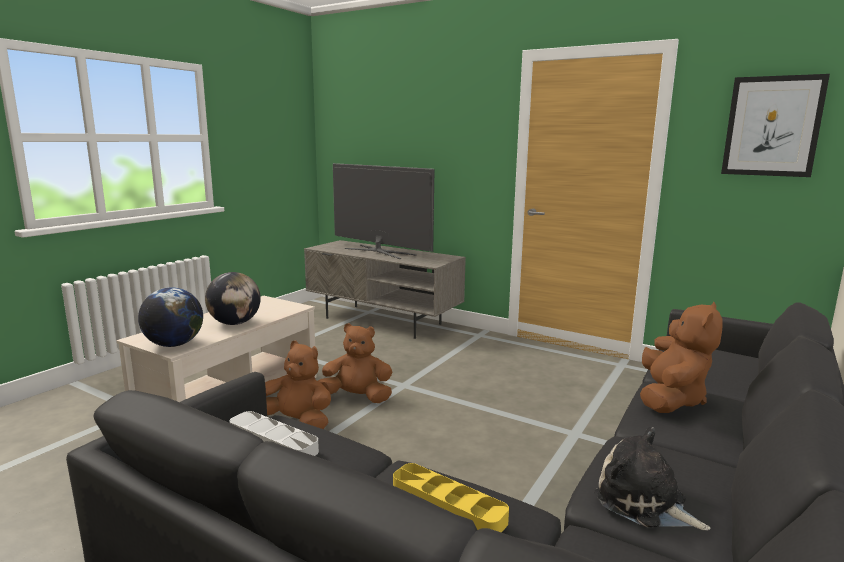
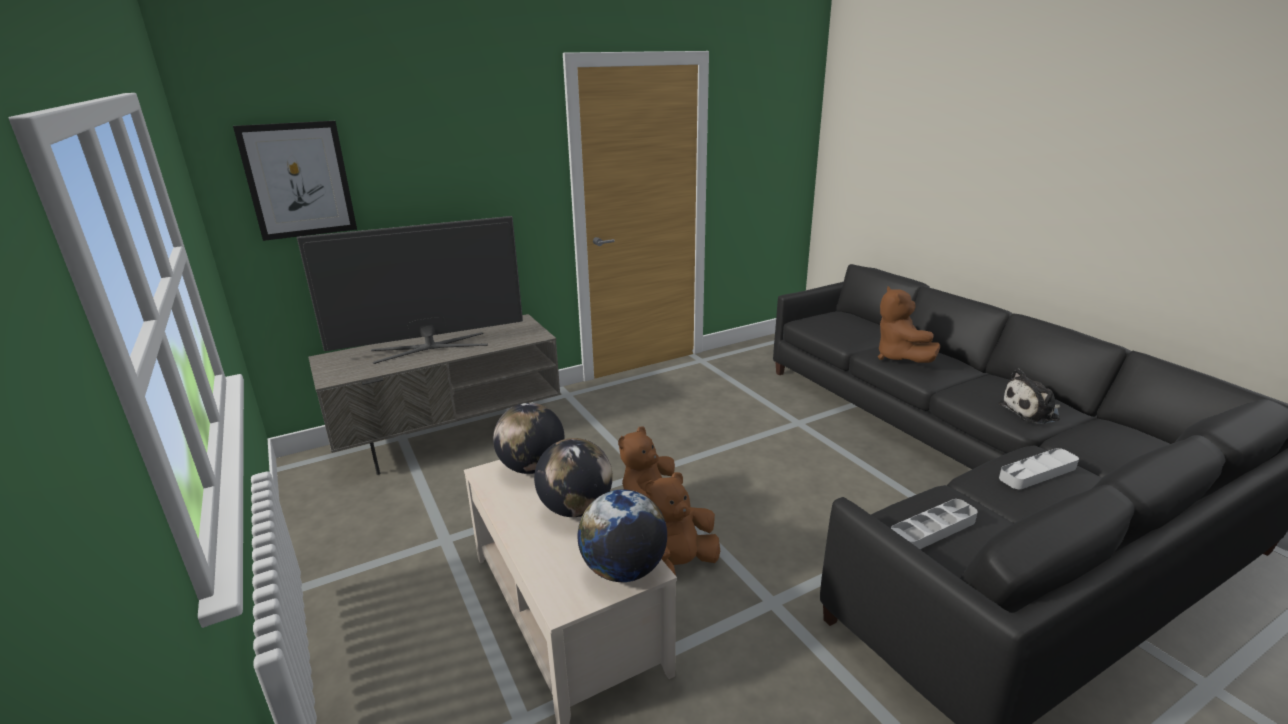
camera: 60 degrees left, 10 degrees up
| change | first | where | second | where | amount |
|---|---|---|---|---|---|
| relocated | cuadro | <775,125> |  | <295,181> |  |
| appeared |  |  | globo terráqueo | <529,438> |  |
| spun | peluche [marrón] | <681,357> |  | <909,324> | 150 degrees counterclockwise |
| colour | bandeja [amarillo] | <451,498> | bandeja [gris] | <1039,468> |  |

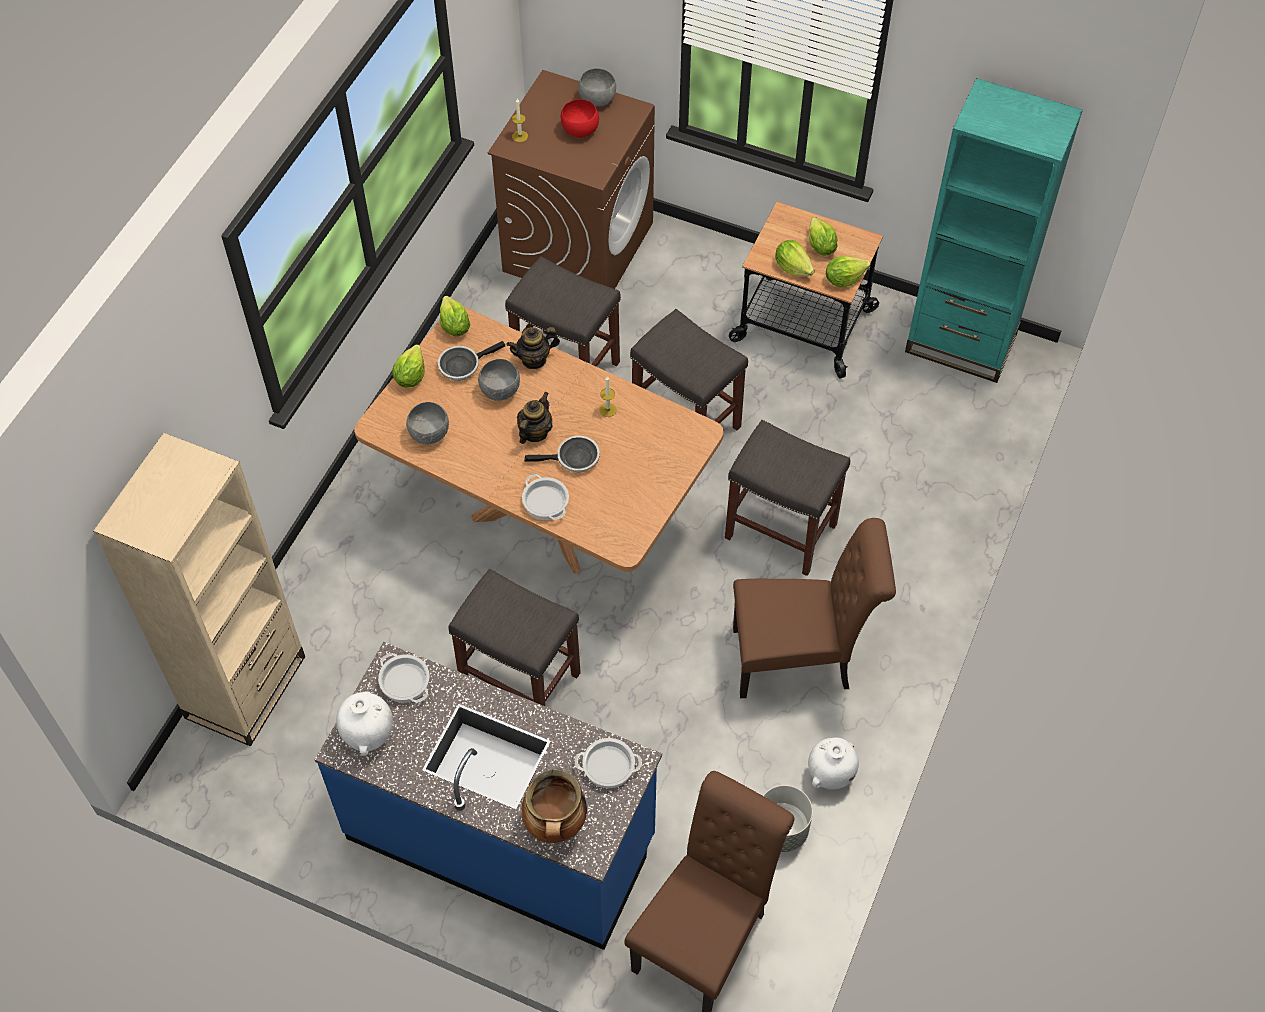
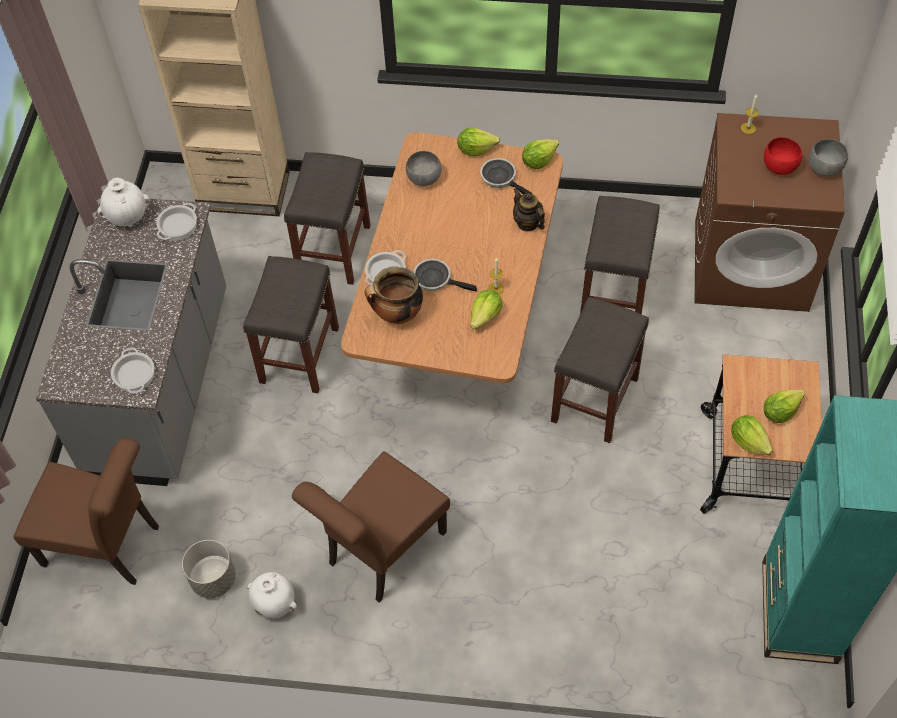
camera: 75 degrees right, 0 degrees up
| change | first | where | second | where | amount |
|---|---|---|---|---|---|
| colour | mueble bajo de cocina [azul] | <488,796> | mueble bajo de cocina [gris] | <131,342> |  |
| relocated | taburete [gris] | <787,498> |  | <327,218> |  |
| spun | silla [marrón] | <814,608> |  | <371,527> | 60 degrees clockwise |
| relocated | olla | <554,806> |  | <393,295> |  |
| spun | sartén | <562,454> |  | <445,275> | 135 degrees clockwise |
| relocated | lechuga | <795,258> |  | <487,309> |  |
| missing | cuenco [gris] | <499,380> |  |  |  |
| missing | tetera | <535,418> |  |  |  |

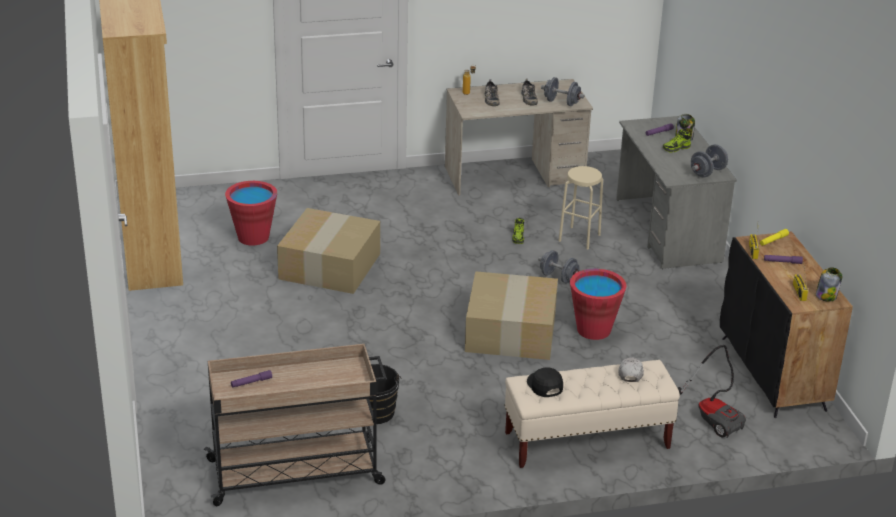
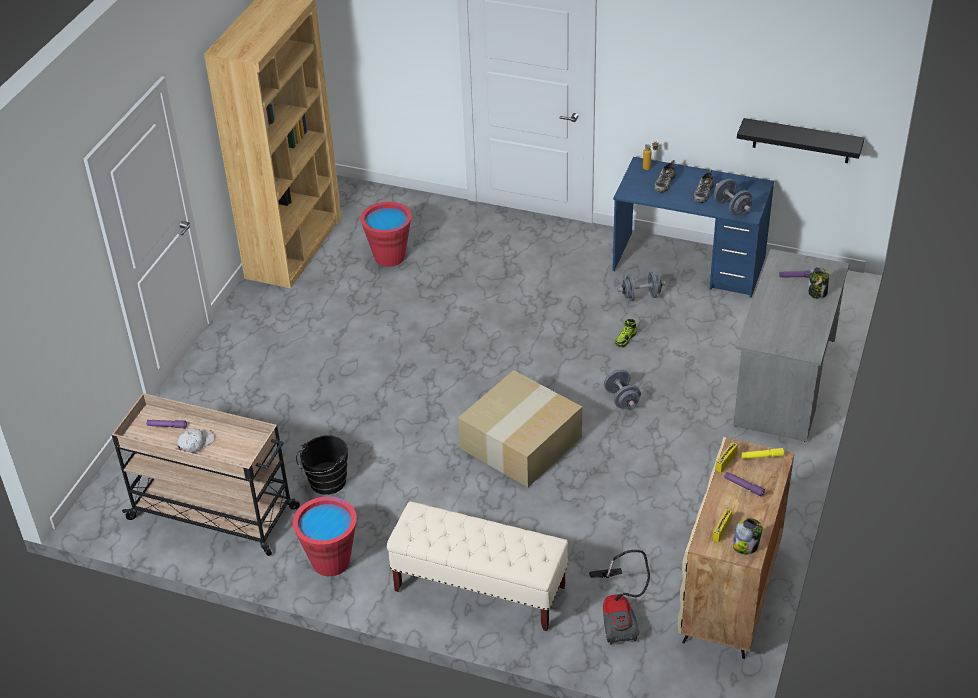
camera: 35 degrees right, 10 degrees up
| change | first | where | second | where | amount |
|---|---|---|---|---|---|
| relocated | gorra [blanco] | <631,369> |  | <196,440> |  |
| relocated | cubo [rojo] | <598,304> |  | <325,536> |  |
| colour | escritorio [beis] | <519,137> | escritorio [azul] | <693,227> |  |
| relocated | mancuerna [gris] | <709,161> |  | <641,286> |  |
| colour | armario [negro] | <786,324> | armario [beis] | <736,548> |  |
| appeared |  |  | estante [negro] | <800,140> |  |
| missing | caja de cartón | <328,251> |  |  |  |
| missing | gorra [negro] | <545,382> |  |  |  |
| missing | taburete [beis] | <580,207> |  |  |  |
| missing | zapato | <677,141> |  |  |  |

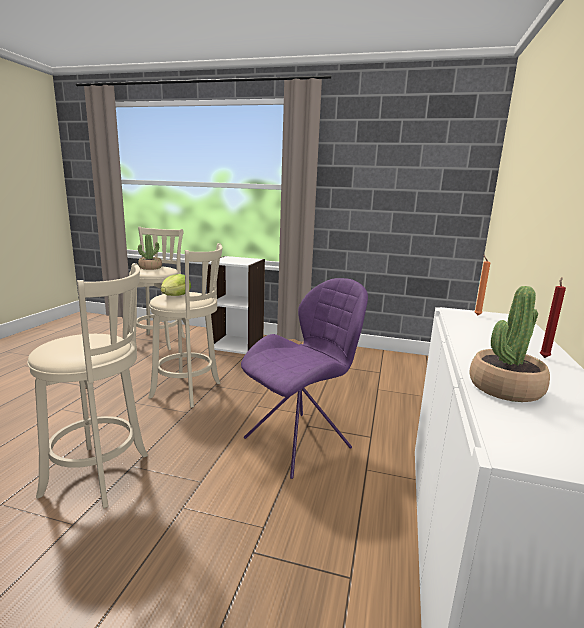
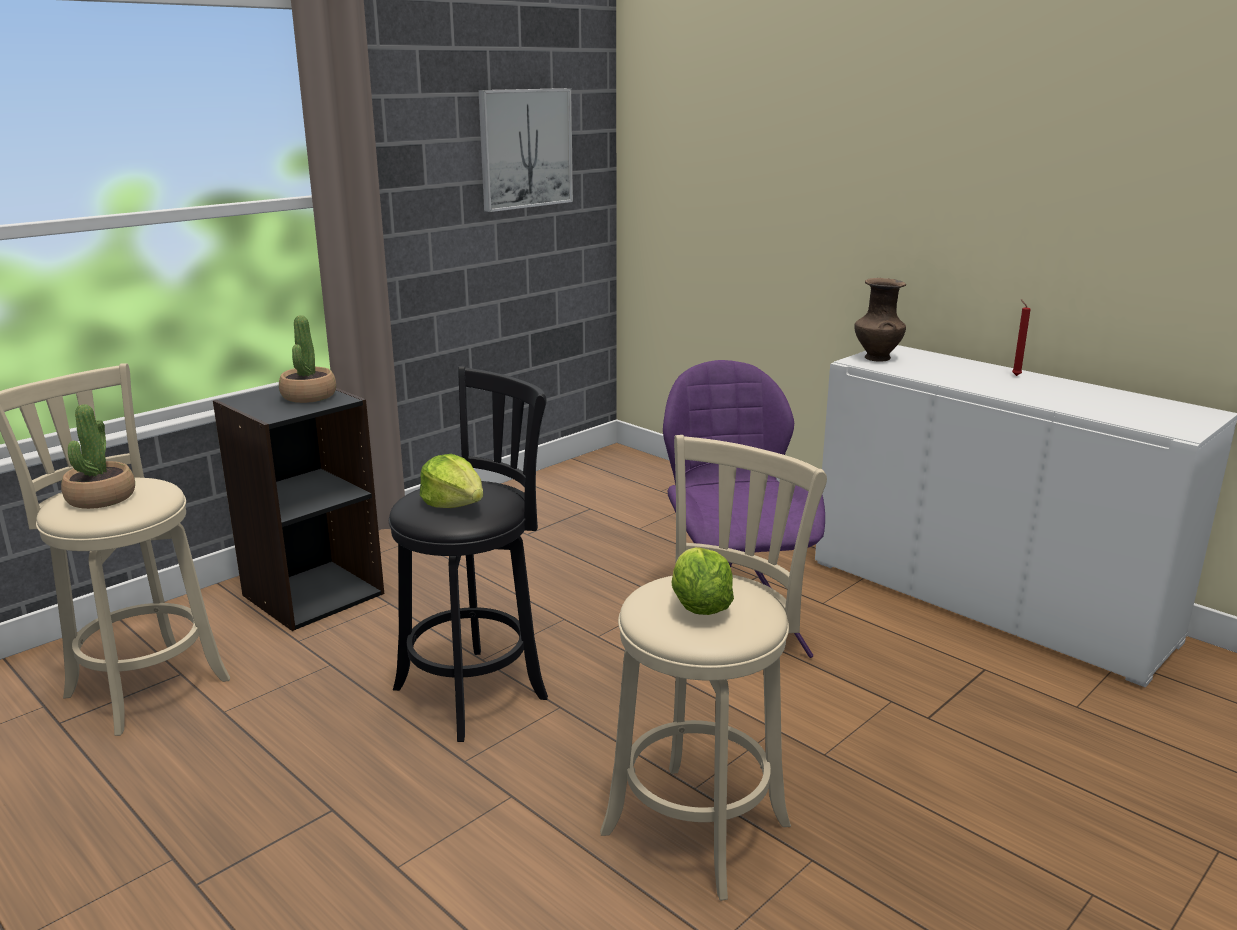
camera: 60 degrees left, 5 degrees up
| change | first | where | second | where | amount |
|---|---|---|---|---|---|
| colour | estantería [blanco] | <236,305> | estantería [negro] | <298,508> |  |
| relocated | planta en maceta | <510,344> |  | <307,359> |  |
| colour | taburete [beis] | <185,325> | taburete [negro] | <468,554> |  |
| appeared |  |  | cuadro | <525,150> |  |
| appeared |  |  | lechuga | <703,581> |  |
| exchanged | vela [naranja] | <483,285> | florero [marrón] | <880,320> |  |

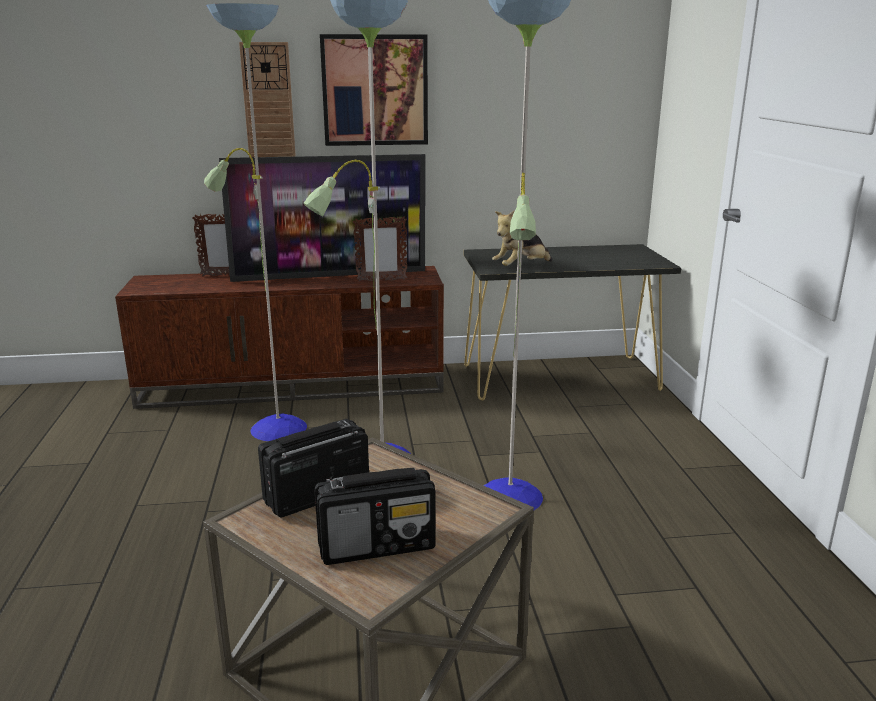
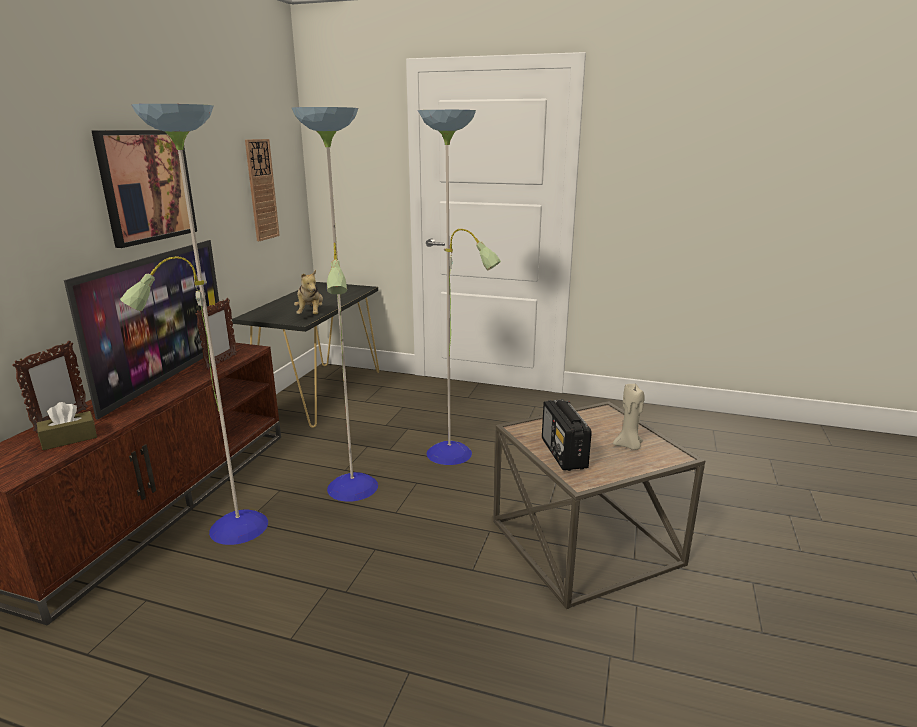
camera: 65 degrees left, 0 degrees up
| change | first | where | second | where | amount |
|---|---|---|---|---|---|
| appeared |  |  | caja de pañuelos [marrón] | <67,426> |  |
| relocated | reloj de pared | <267,99> |  | <262,190> |  |
| exchanged | radio | <375,516> | vela [beis] | <629,417> |  |

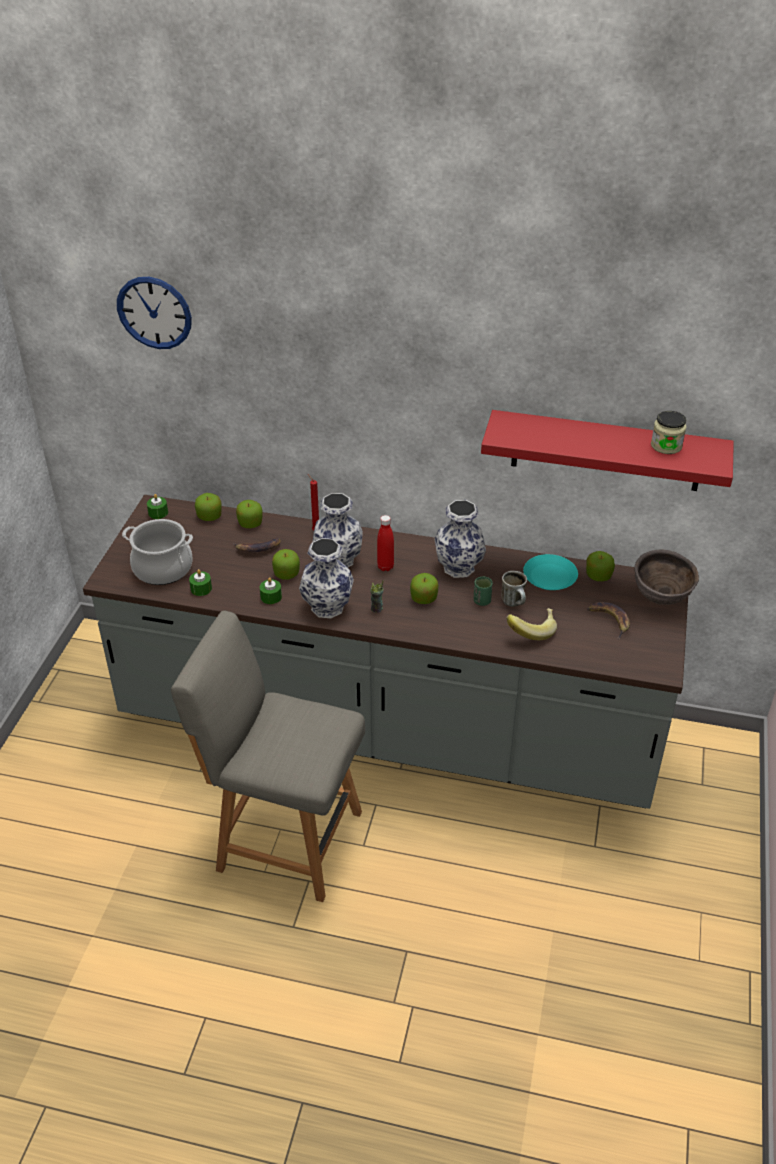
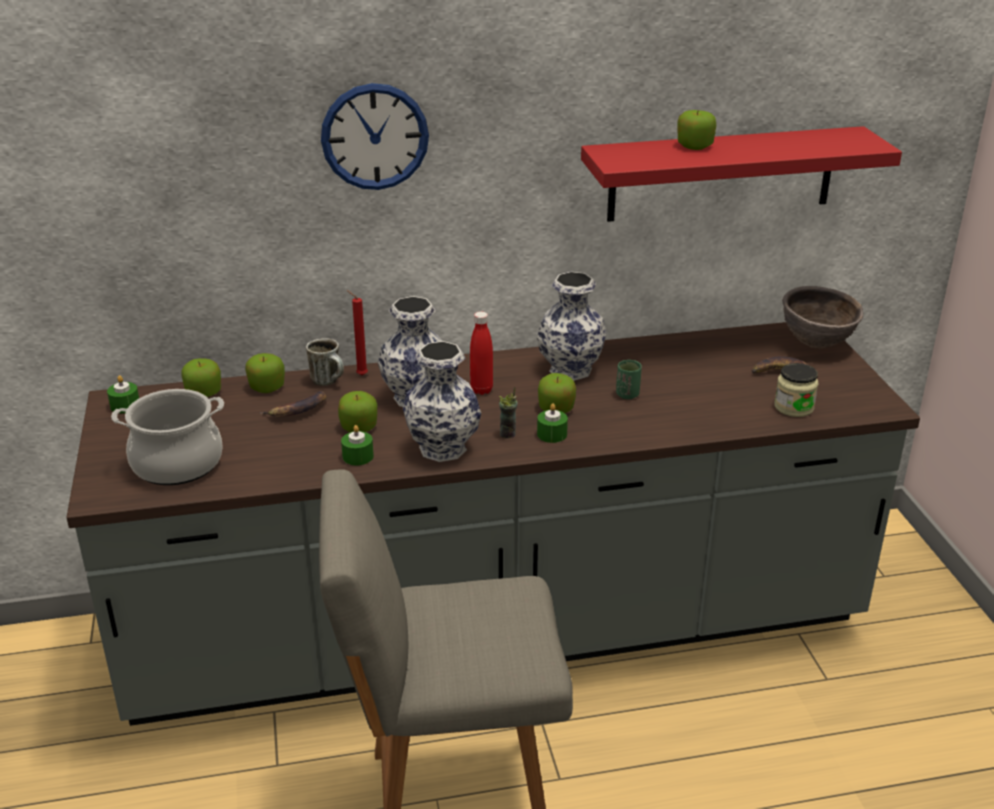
camera: 25 degrees left, 10 degrees down
| change | first | where | second | where | amount |
|---|---|---|---|---|---|
| relocated | taza grande | <514,589> |  | <325,362> |  |
| relocated | reloj de pared | <154,313> |  | <375,136> |  |
| relocated | vela [verde] | <200,582> |  | <552,423> |  |
| relocated | manzana | <600,566> |  | <696,130> |  |
| relocated | tarro | <669,432> |  | <796,390> |  |
| missing | plátano | <531,624> |  |  |  |
| missing | plato [turquesa] | <550,572> |  |  |  |

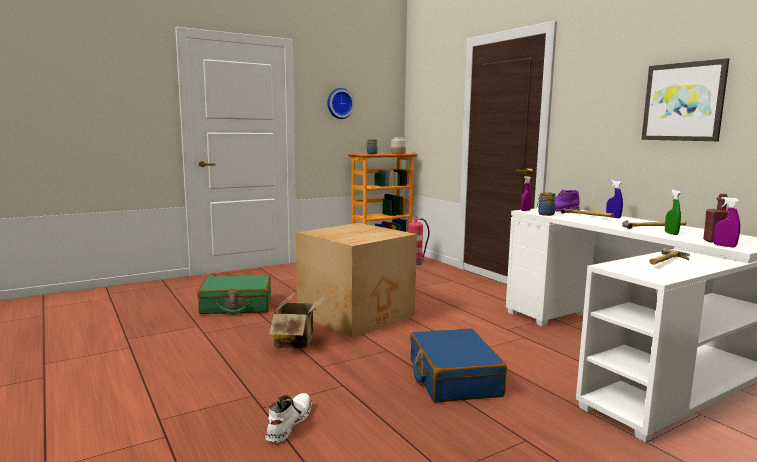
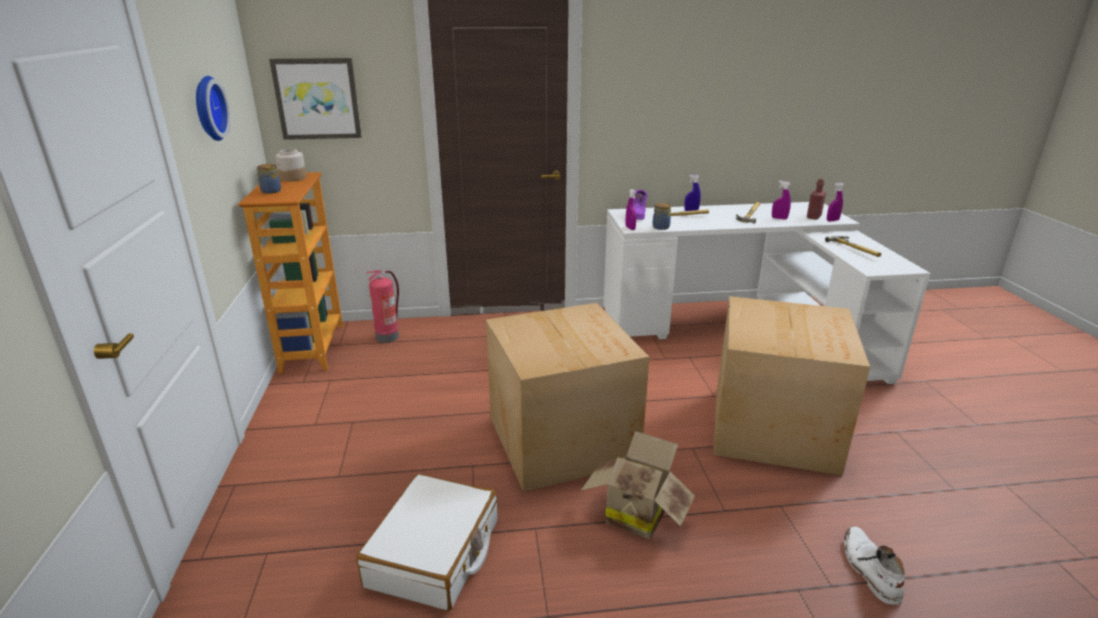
camera: 65 degrees left, 15 degrees up
| change | first | where | second | where | amount |
|---|---|---|---|---|---|
| relocated | cuadro | <685,99> |  | <315,99> |  |
| colour | maleta [verde] | <234,295> | maleta [blanco] | <427,542> |  |
| exchanged | maleta [azul] | <458,365> | caja de cartón | <791,386> |  |
| colour | pulverizador [verde] | <673,212> | pulverizador [morado] | <781,200> |  |
| spun | bota [blanco] | <289,418> |  | <874,566> | 45 degrees clockwise |

